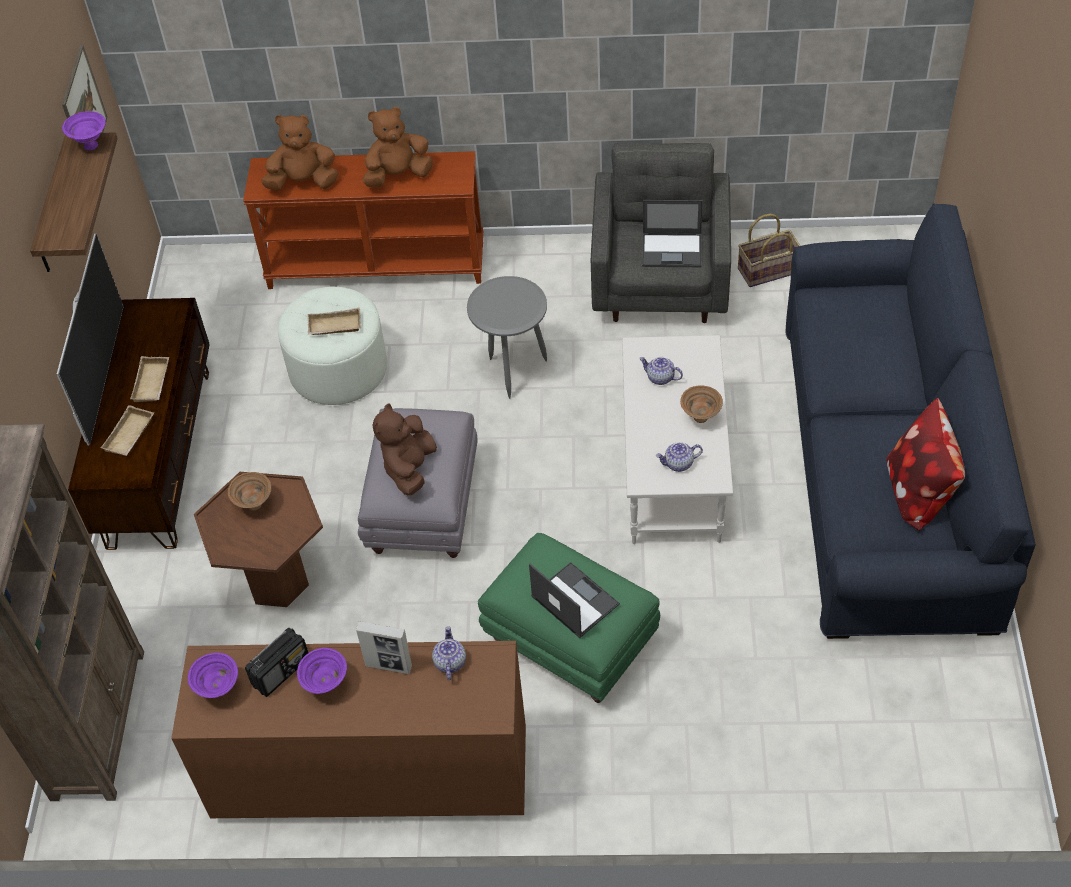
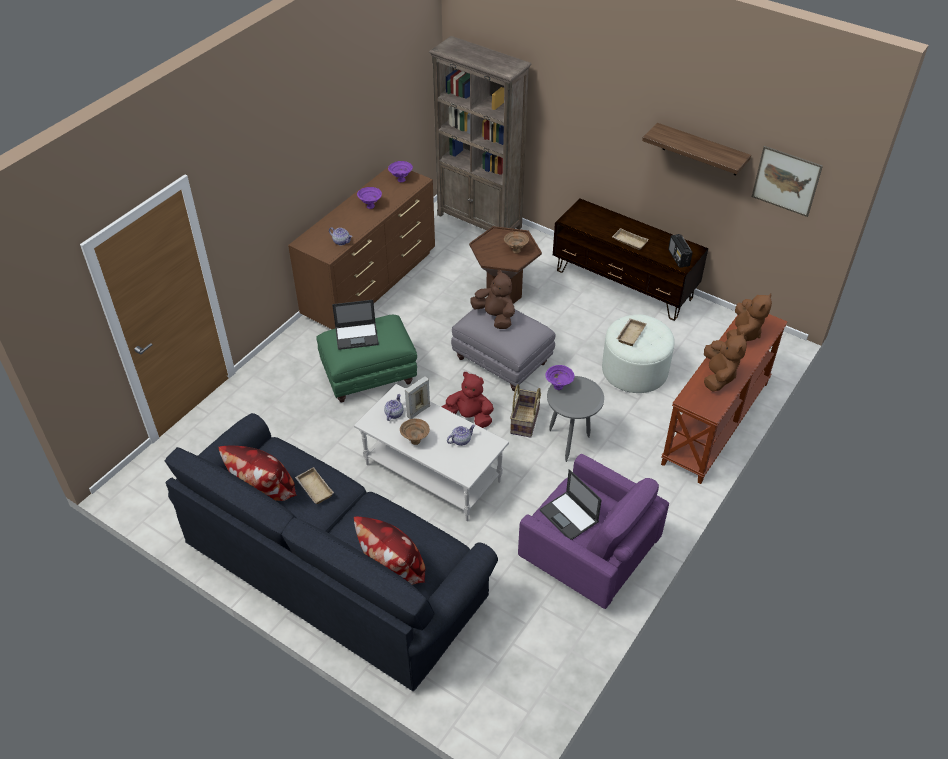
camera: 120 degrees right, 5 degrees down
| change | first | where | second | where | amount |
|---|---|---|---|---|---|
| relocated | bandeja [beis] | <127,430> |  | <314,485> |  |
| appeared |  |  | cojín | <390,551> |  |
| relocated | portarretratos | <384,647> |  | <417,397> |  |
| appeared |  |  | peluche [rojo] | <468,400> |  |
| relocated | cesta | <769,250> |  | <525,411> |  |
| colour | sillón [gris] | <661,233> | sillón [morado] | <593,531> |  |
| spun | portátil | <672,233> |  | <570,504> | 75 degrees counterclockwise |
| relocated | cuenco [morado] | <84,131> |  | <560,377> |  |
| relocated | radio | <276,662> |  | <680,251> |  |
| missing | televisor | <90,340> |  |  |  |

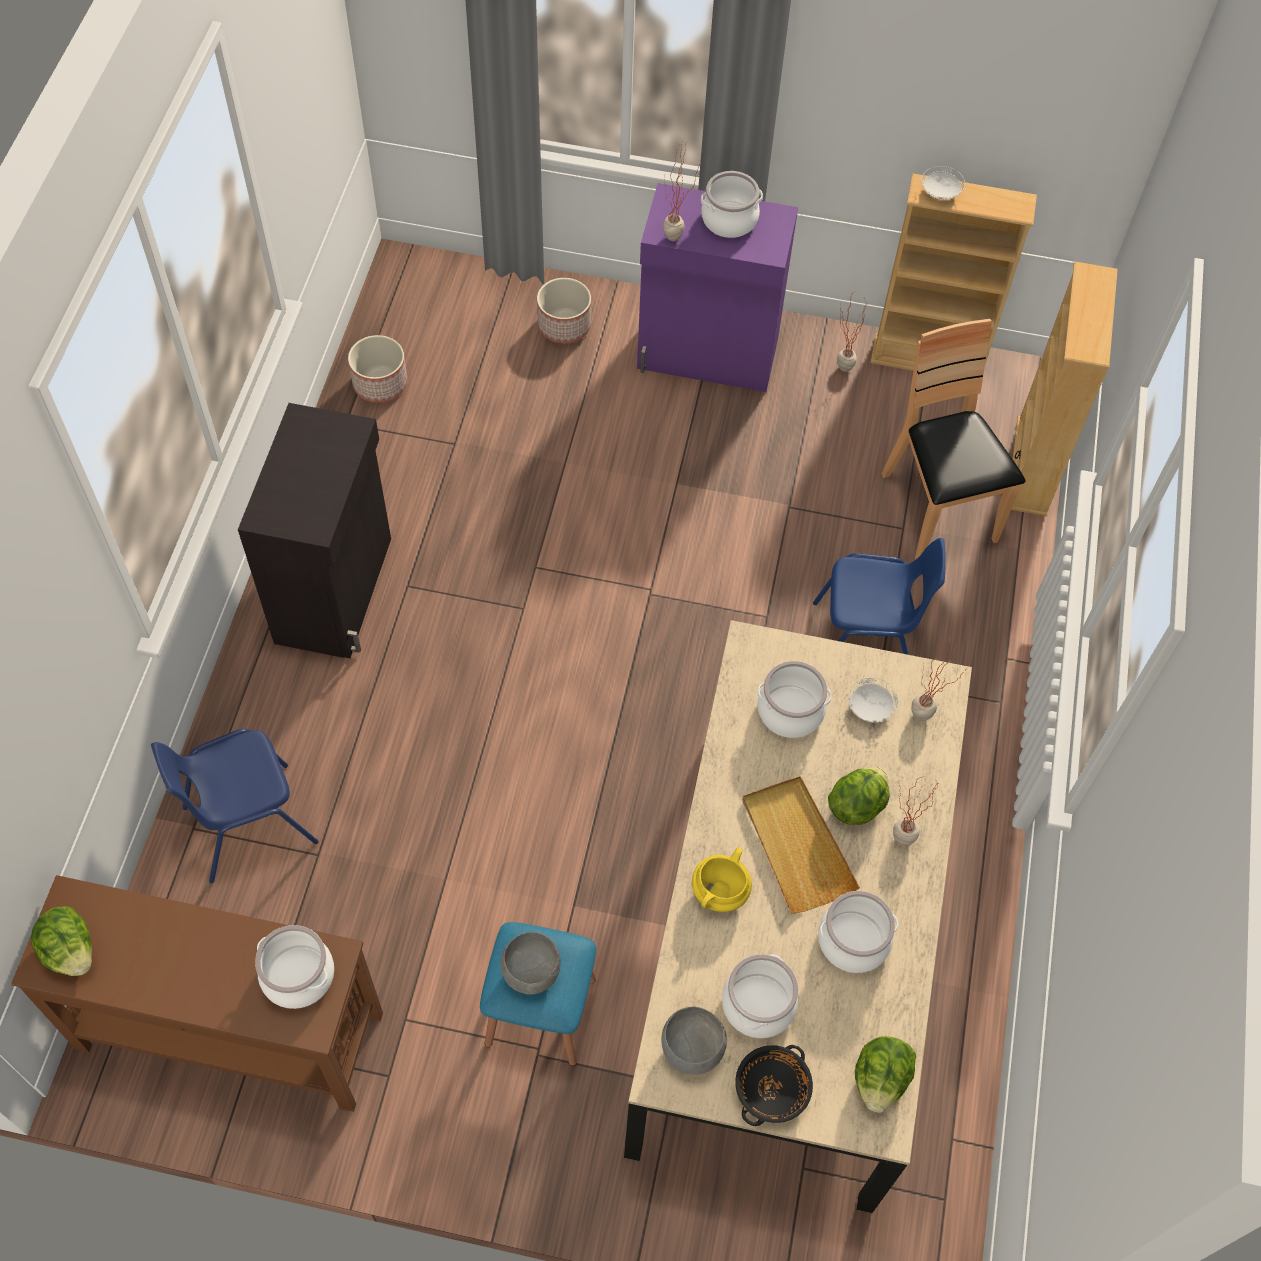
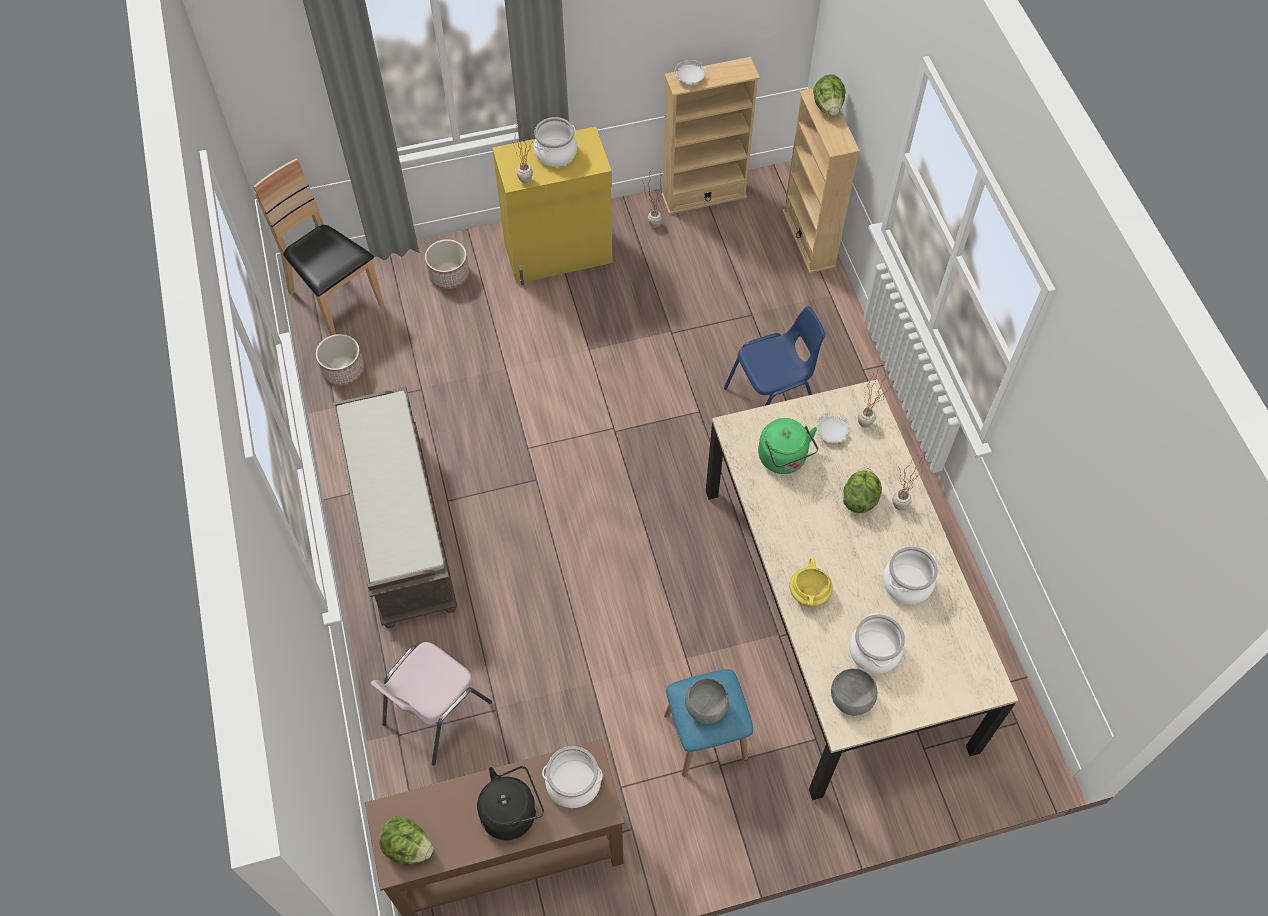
camera: 25 degrees left, 0 degrees up
| change | first | where | second | where | amount |
|---|---|---|---|---|---|
| relocated | silla [marrón] | <953,439> |  | <318,247> |  |
| exchanged | armario [negro] | <314,530> | banco [marrón] | <395,507> |  |
| colour | silla [azul] | <235,806> | silla [rosa] | <431,704> |  |
| appeared |  |  | hervidor [negro] | <510,803> |  |
| colour | armario [morado] | <717,287> | armario [amarillo] | <552,206> |  |
| exchanged | olla | <794,699> | hervidor [verde] | <788,446> |  |
| relocated | lechuga | <885,1074> |  | <829,95> |  |
| missing | cuenco [negro] | <774,1085> |  |  |  |
| missing | bandeja [beis] | <801,845> |  |  |  |

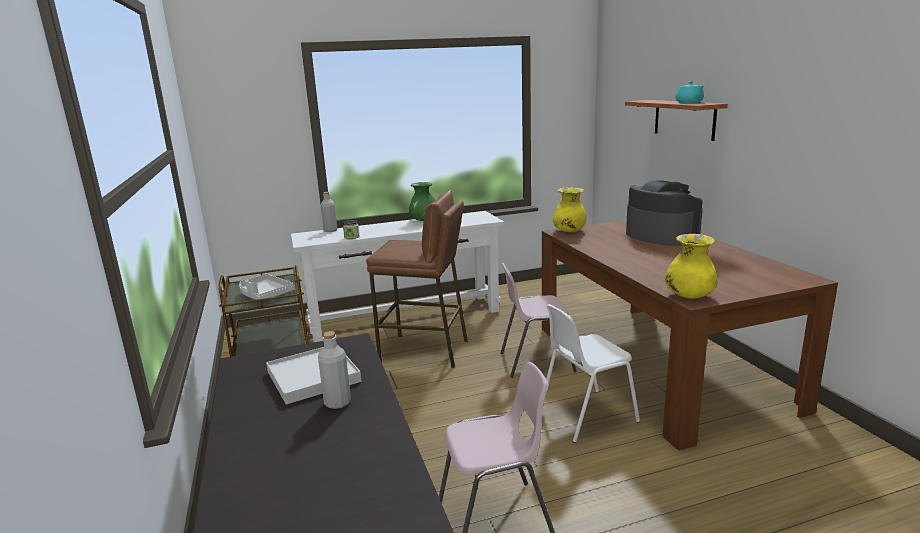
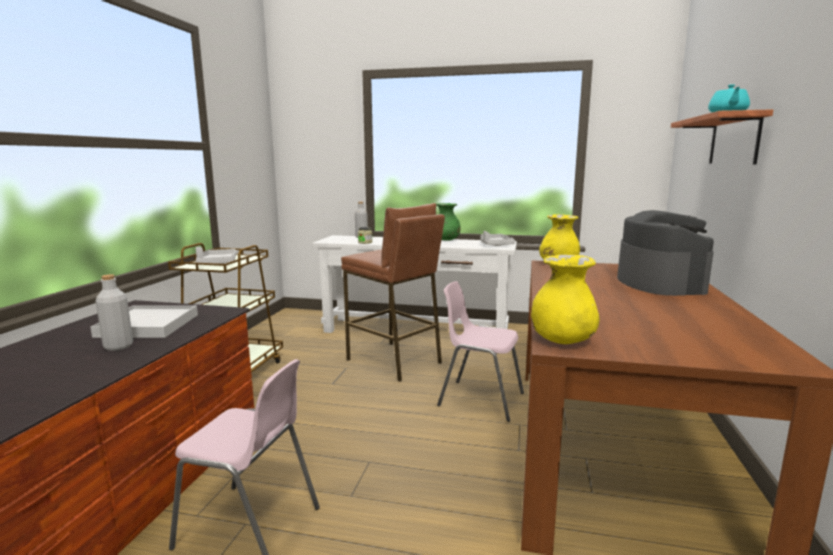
camera: 30 degrees right, 5 degrees down
| change | first | where | second | where | amount |
|---|---|---|---|---|---|
| appeared |  |  | bandeja [gris] | <497,238> |  |
| missing | silla [blanco] | <591,373> |  |  |  |

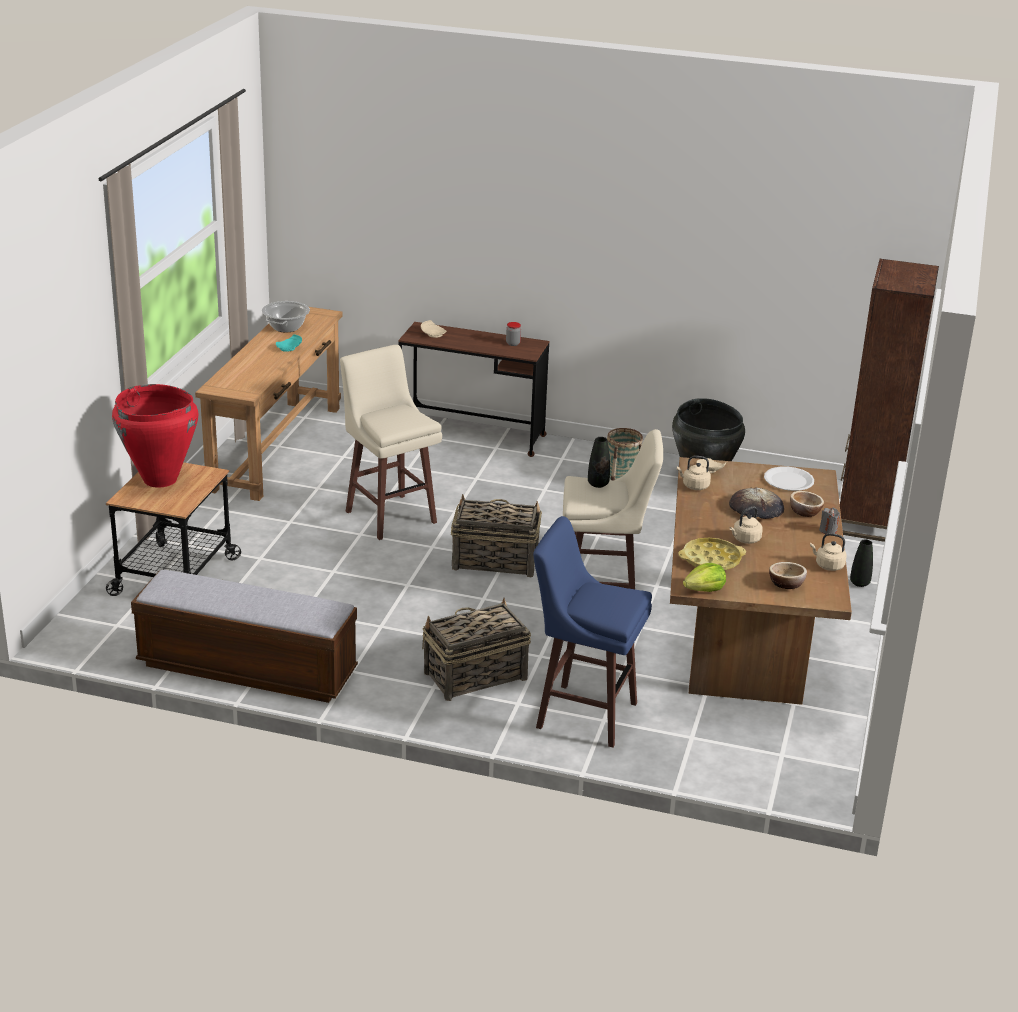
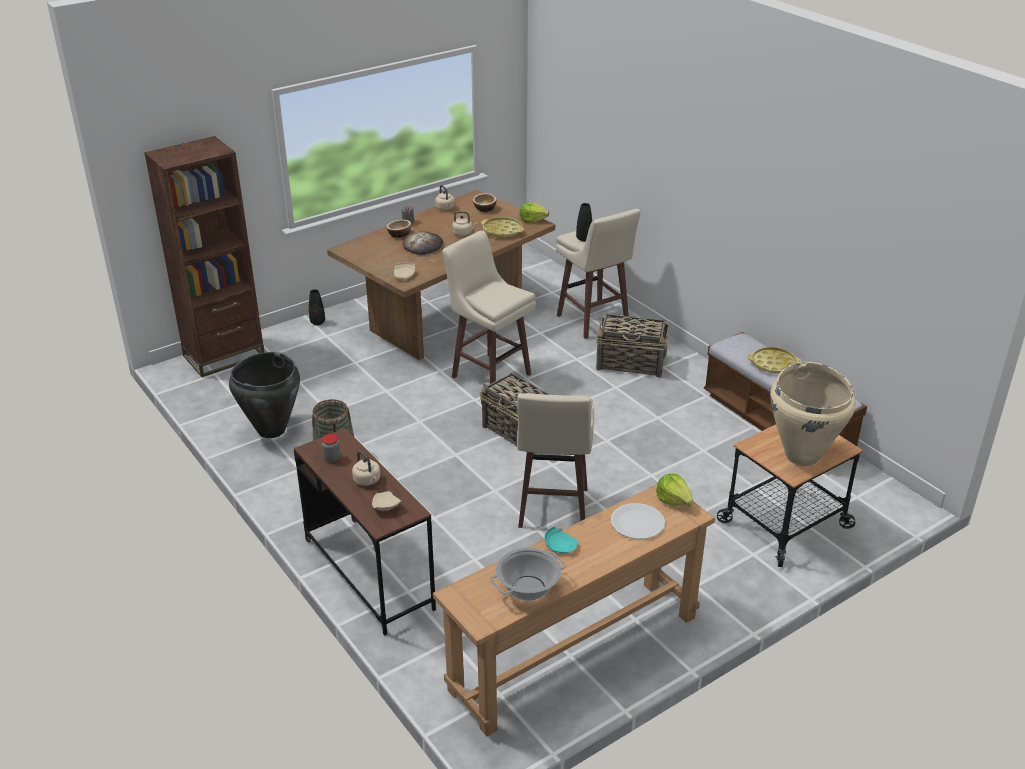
camera: 140 degrees left, 5 degrees up
| change | first | where | second | where | amount |
|---|---|---|---|---|---|
| relocated | hervidor [beis] | <694,473> |  | <366,468> |  |
| colour | taburete [azul] | <592,632> | taburete [beis] | <598,274> |  |
| relocated | florero [negro] | <599,462> |  | <584,222> |  |
| relocated | plato [blanco] | <789,478> |  | <638,521> |  |
| appeared |  |  | lechuga | <674,490> |  |
| appeared |  |  | bandeja [amarillo] | <774,360> |  |
| colour | florero [rojo] | <155,436> | florero [beis] | <812,414> |  |

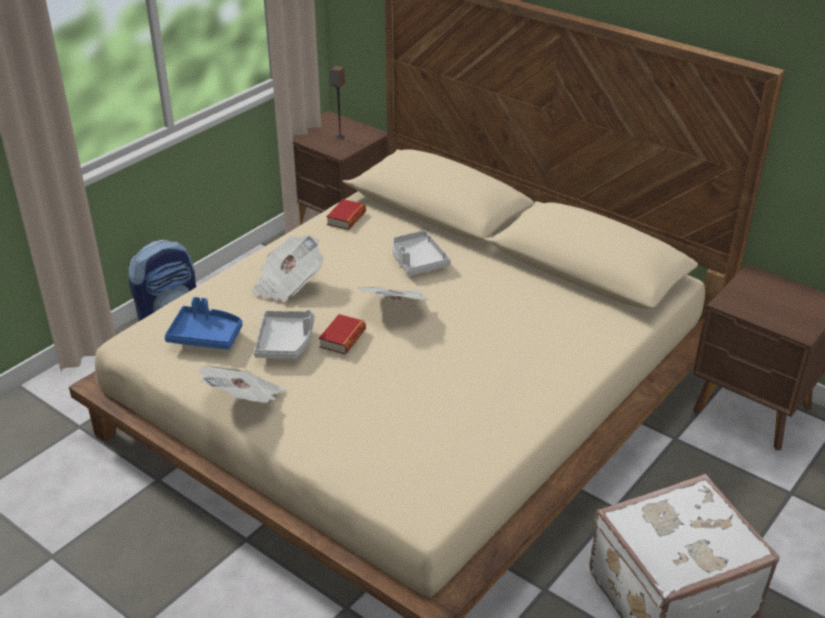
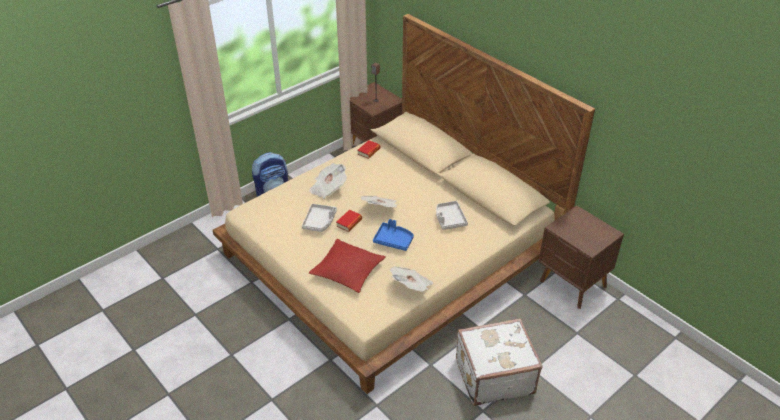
camera: 10 degrees right, 5 degrees up
| change | first | where | second | where | amount |
|---|---|---|---|---|---|
| appeared |  |  | cojín [rojo] | <347,266> |  |
| relocated | bandeja [azul] | <203,323> |  | <393,235> |  |
| relocated | periódico | <242,384> |  | <412,279> |  |
| relocated | bandeja [gris] | <421,253> |  | <452,215> |  |

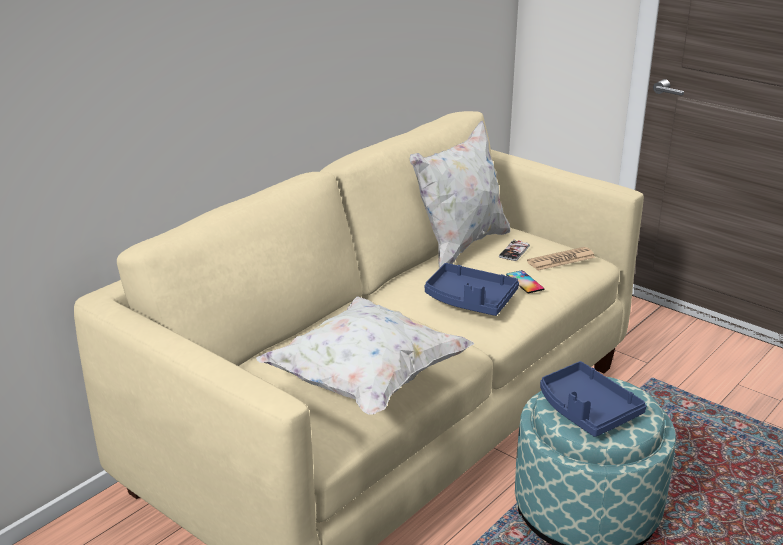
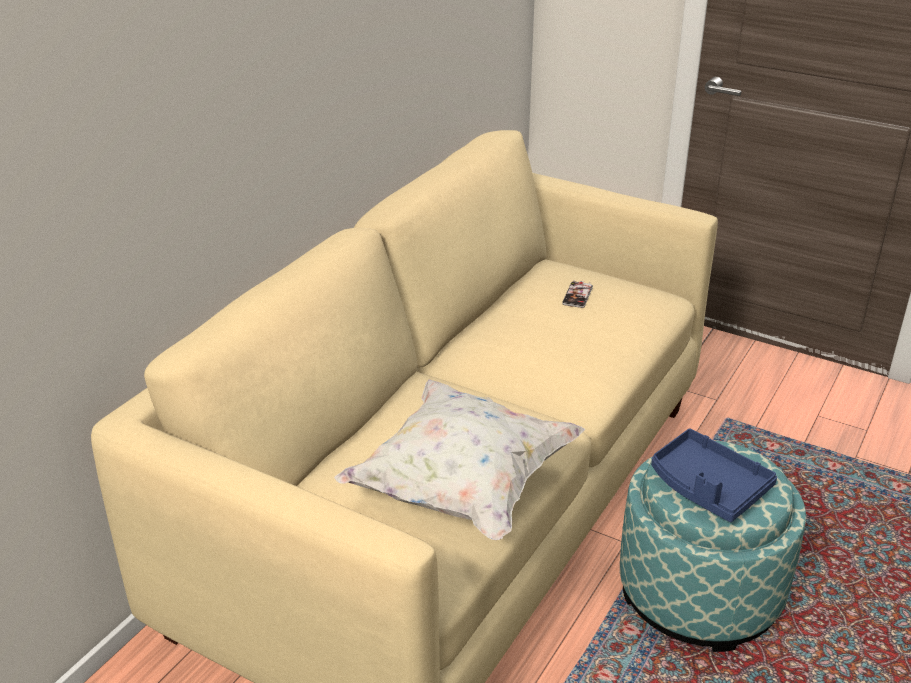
camera: 10 degrees left, 5 degrees up
| change | first | where | second | where | amount |
|---|---|---|---|---|---|
| missing | cojín [blanco] | <460,194> |  |  |  |
| missing | bandeja [azul] | <472,289> |  |  |  |
| missing | móvil | <525,281> |  |  |  |
| missing | periódico | <561,259> |  |  |  |

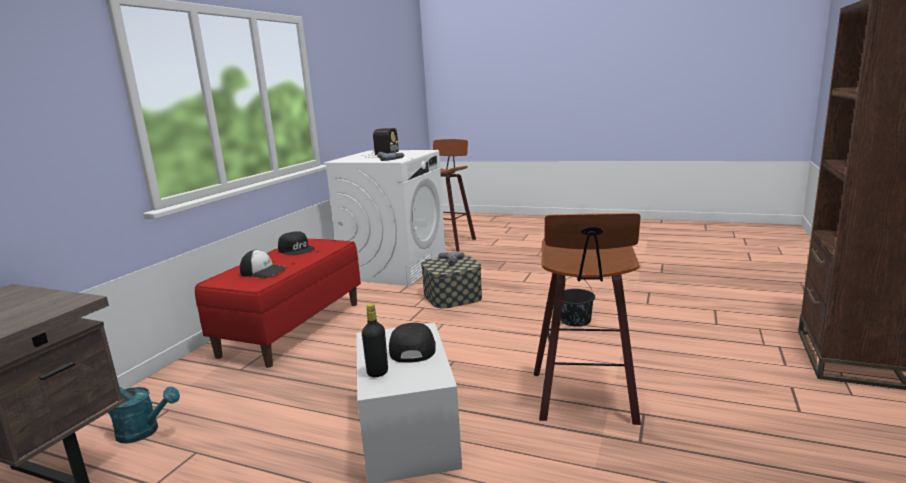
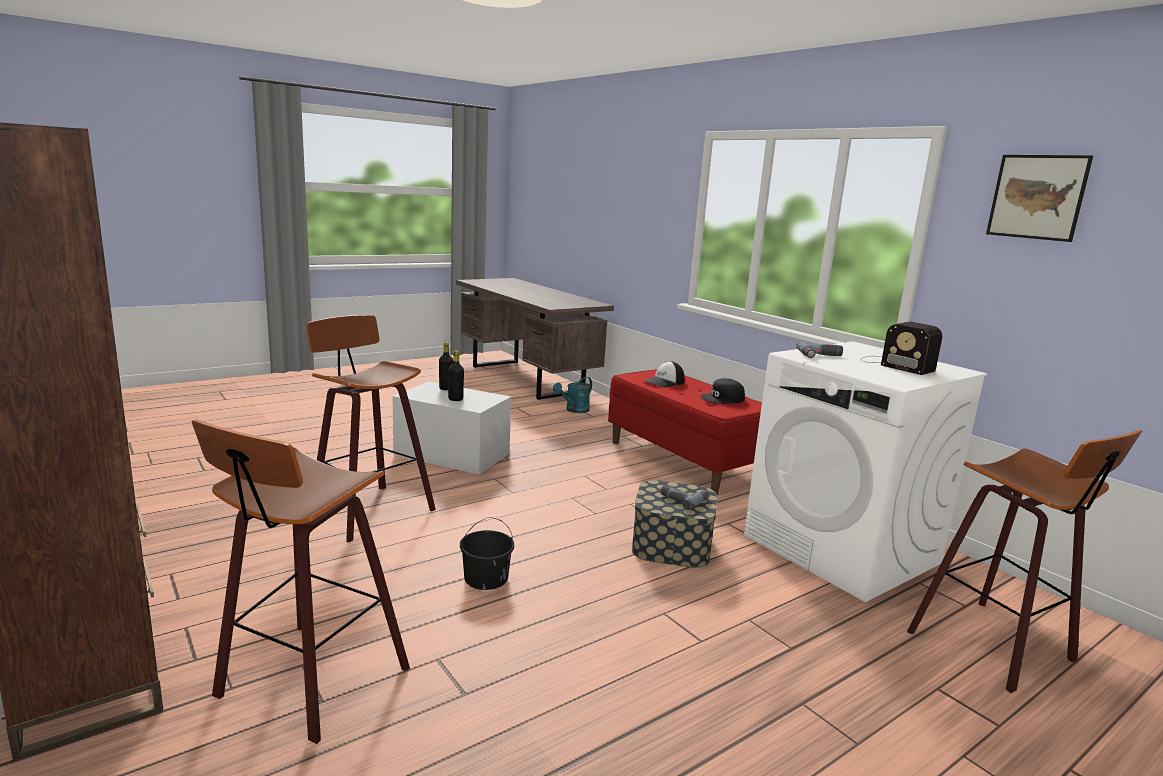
camera: 120 degrees right, 0 degrees up
| change | first | where | second | where | amount |
|---|---|---|---|---|---|
| appeared |  |  | taburete | <301,581> |  |
| exchanged | gorra [negro] | <412,343> | botella [negro] | <456,375> |  |
| appeared |  |  | cuadro | <1039,198> |  |

